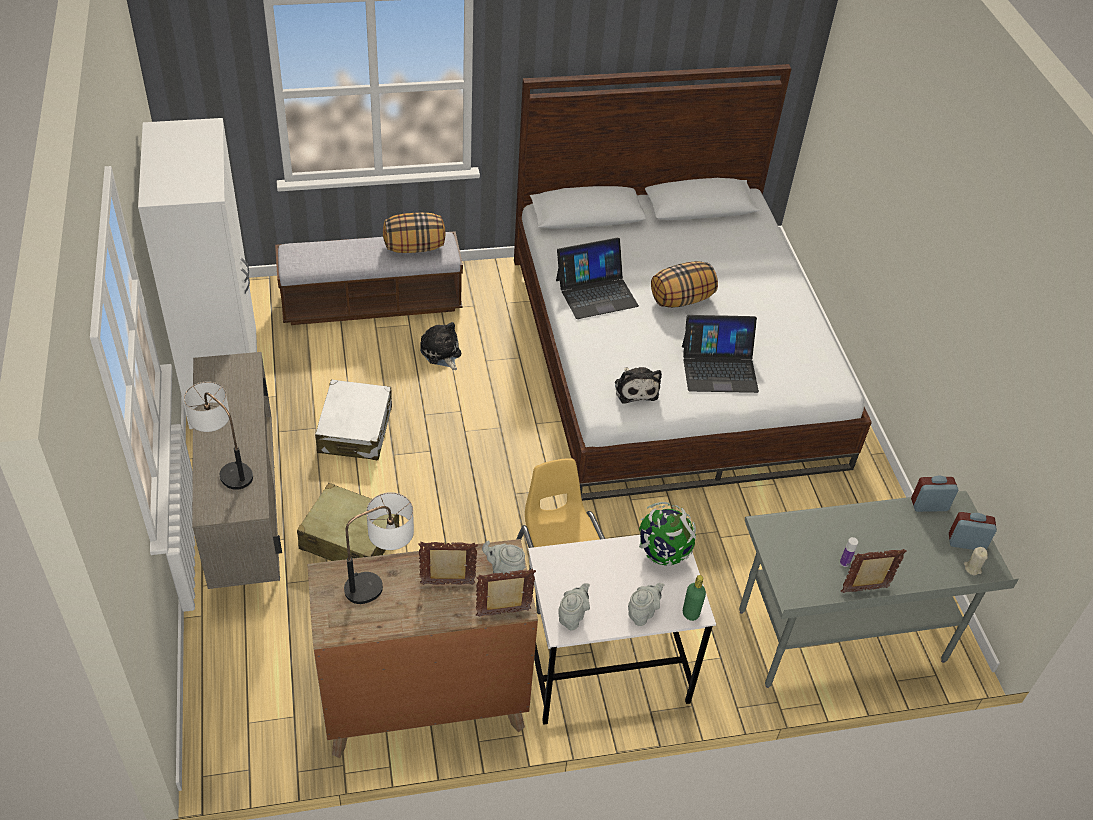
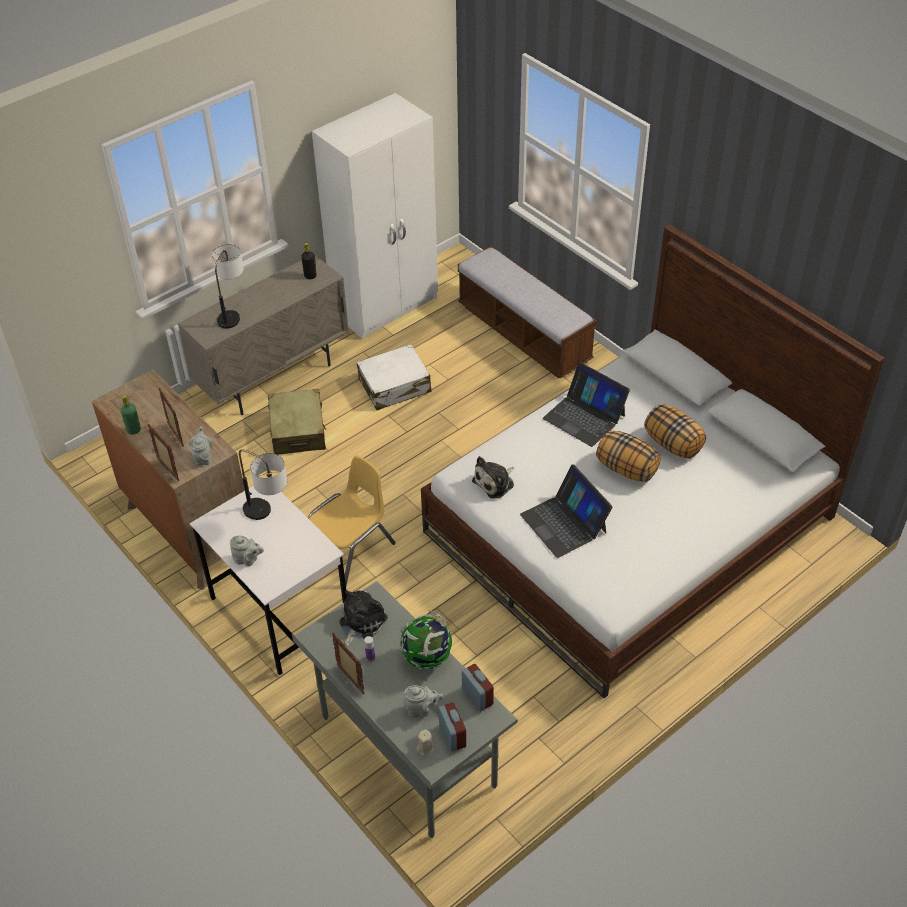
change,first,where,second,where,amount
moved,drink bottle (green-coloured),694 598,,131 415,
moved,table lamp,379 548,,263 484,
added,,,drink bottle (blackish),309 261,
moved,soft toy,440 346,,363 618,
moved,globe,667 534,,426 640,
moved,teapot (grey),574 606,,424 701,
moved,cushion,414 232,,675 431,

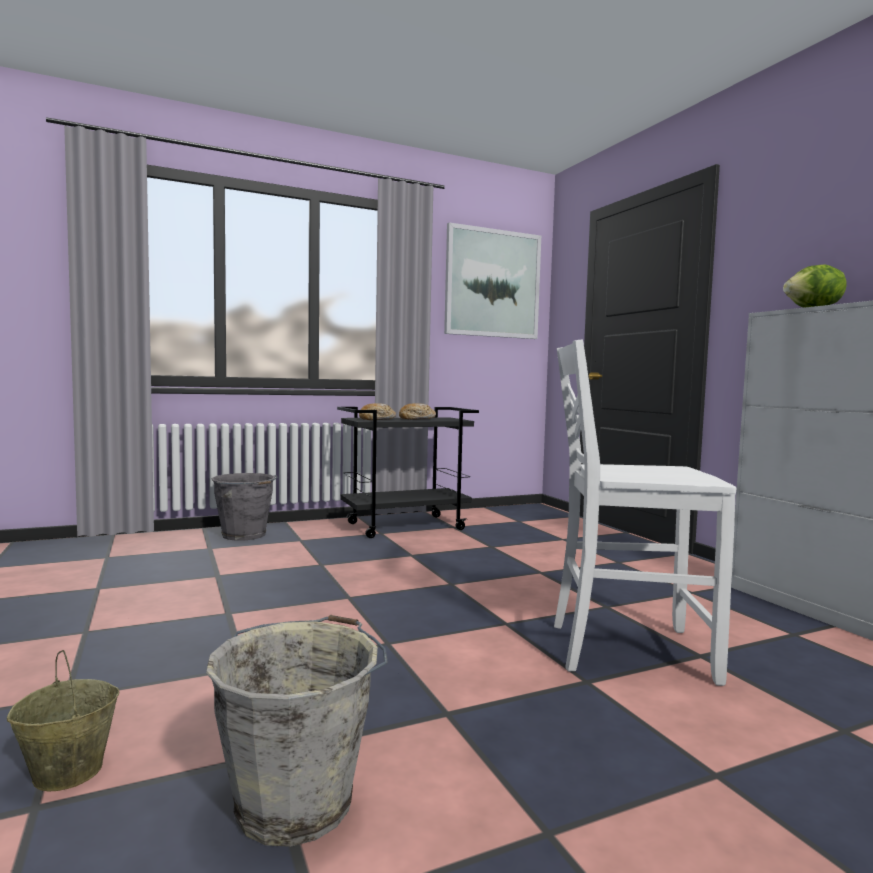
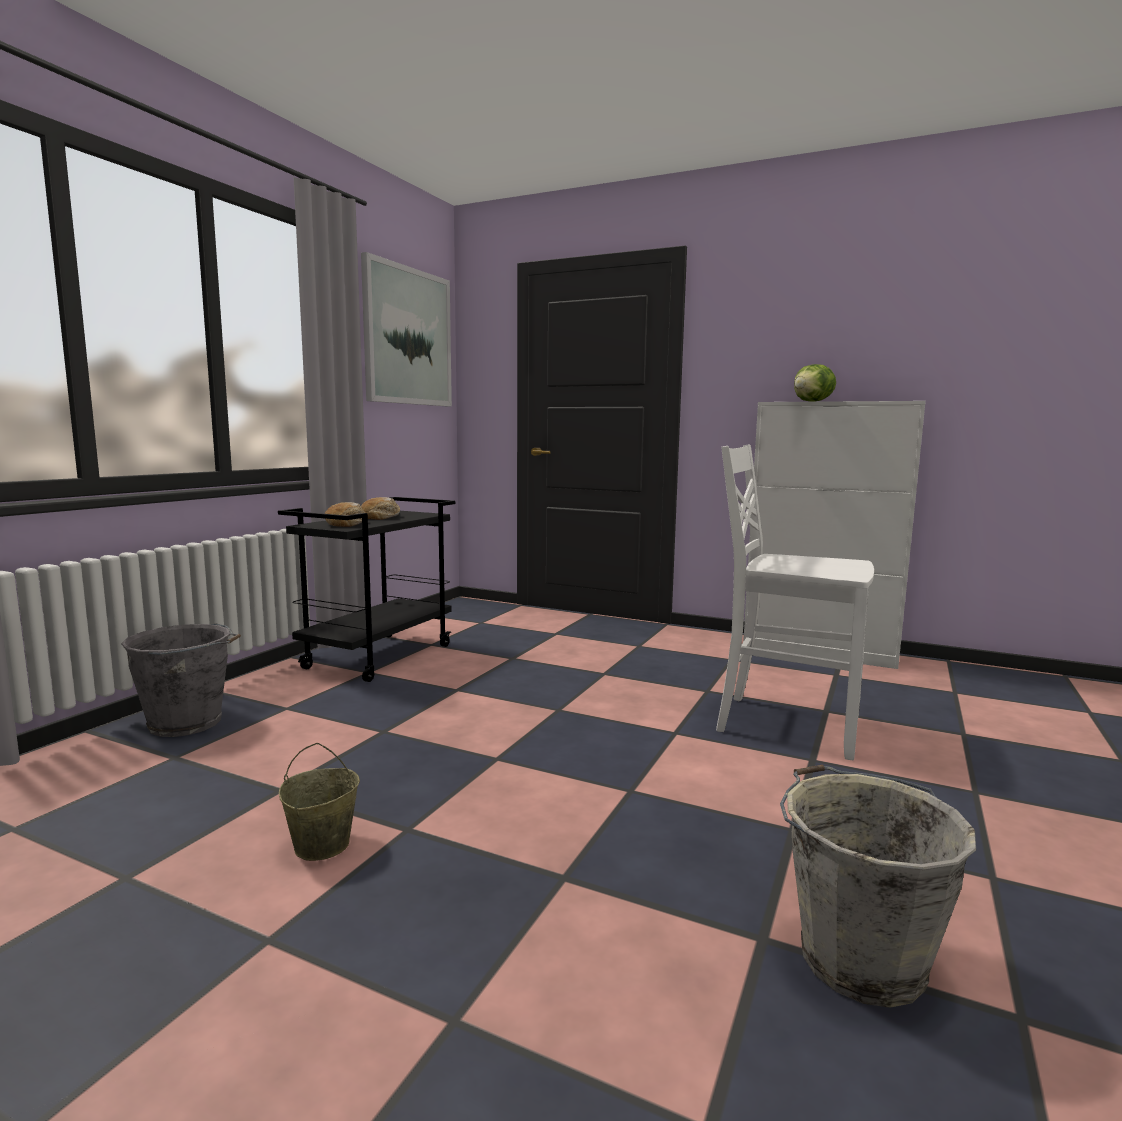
change,first,where,second,where,amount
moved,water bucket (sand-coloured),63 720,,319 802,
turned,plain chair (white-coloured),645 513,,795 602,60 degrees clockwise

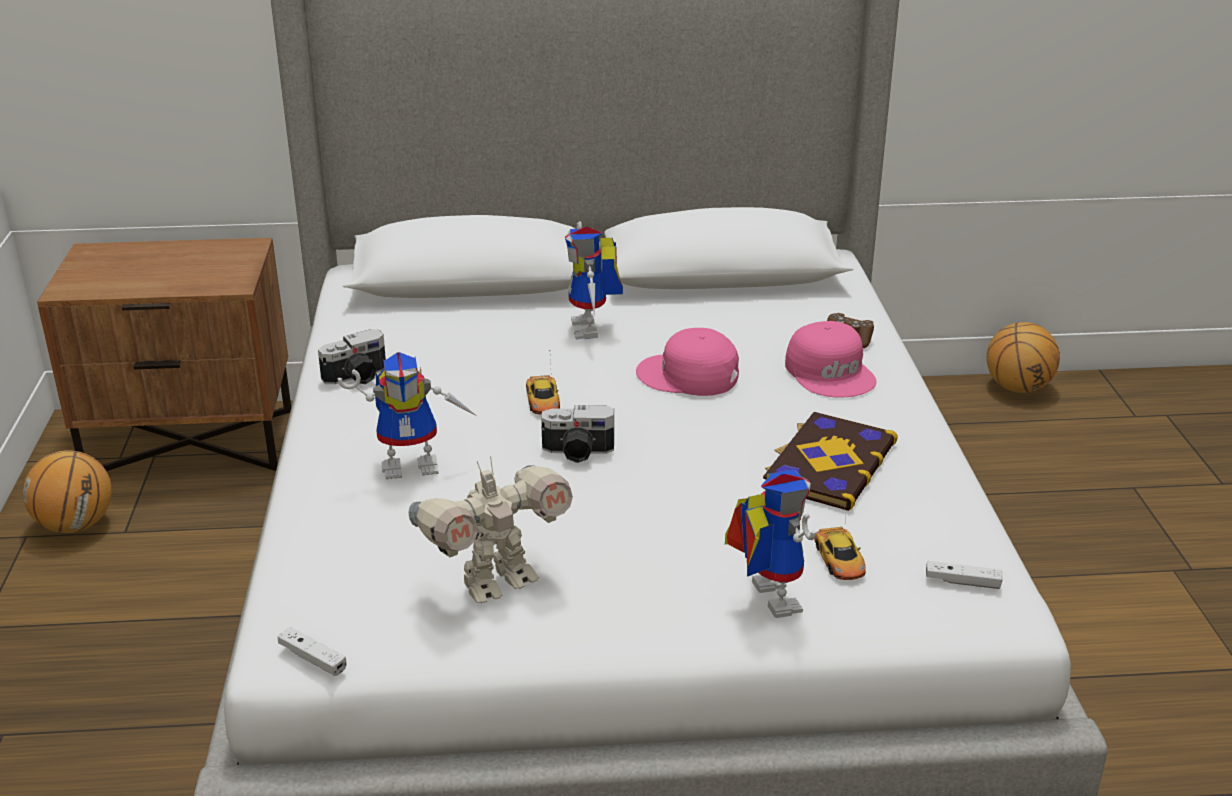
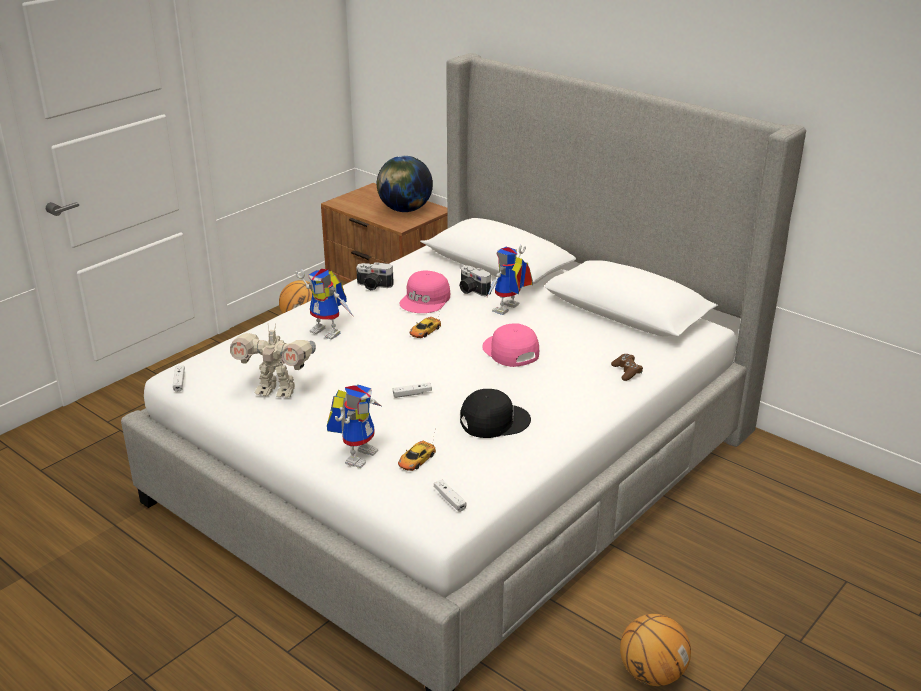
change,first,where,second,where,amount
added,,,globe,405 184,
added,,,game controller (white-coloured),412 390,
moved,cap (pink-coloured),830 359,,424 291,
moved,photo camera,577 434,,475 280,
replaced,bound book,830 461,cap (blackish),495 413,
moved,basketball,1023 357,,655 650,

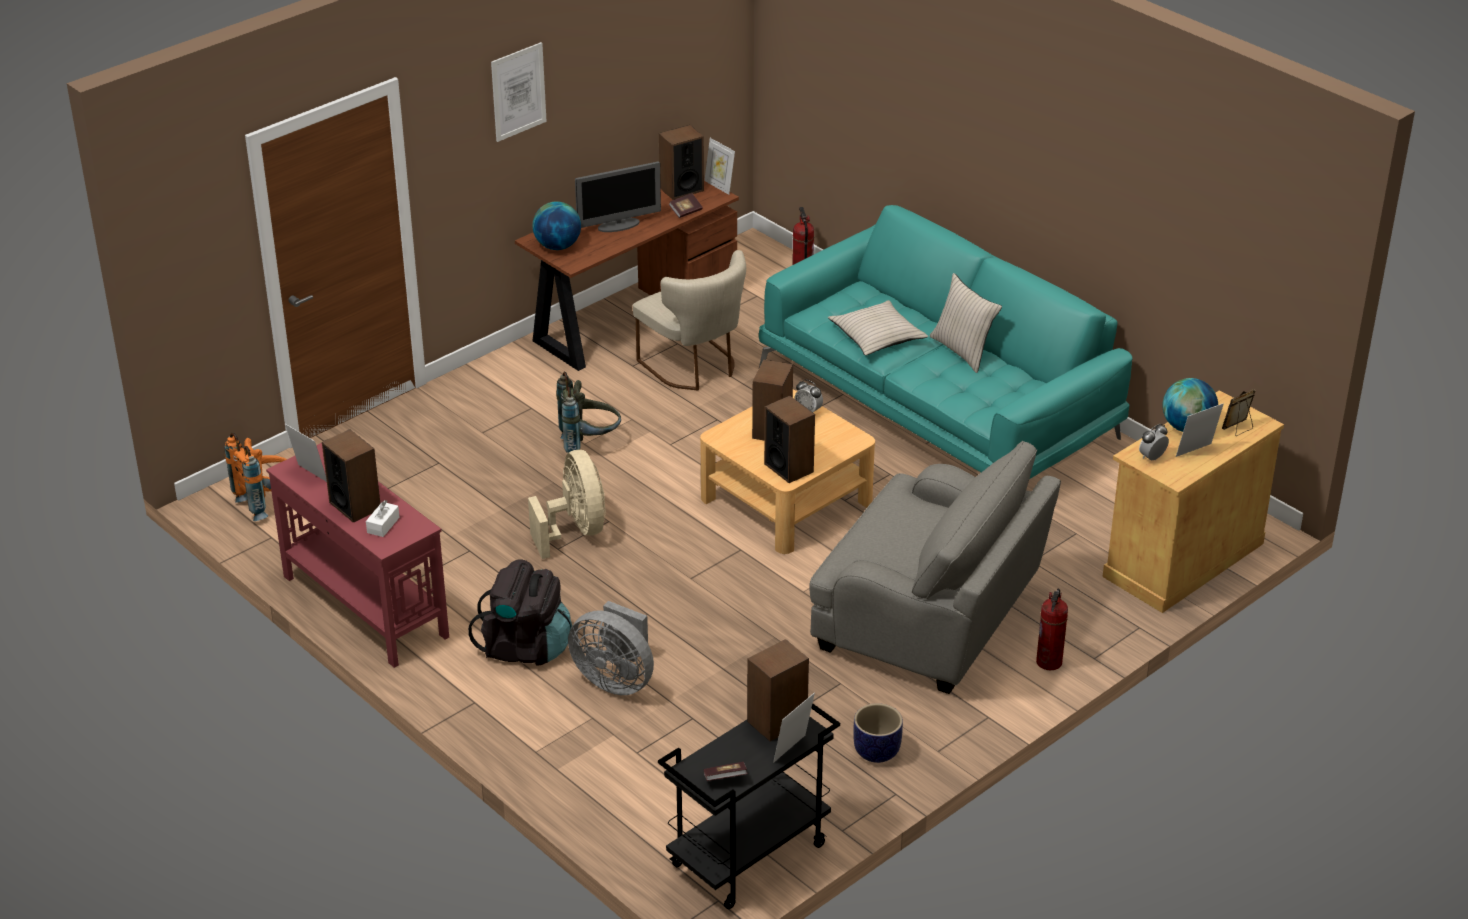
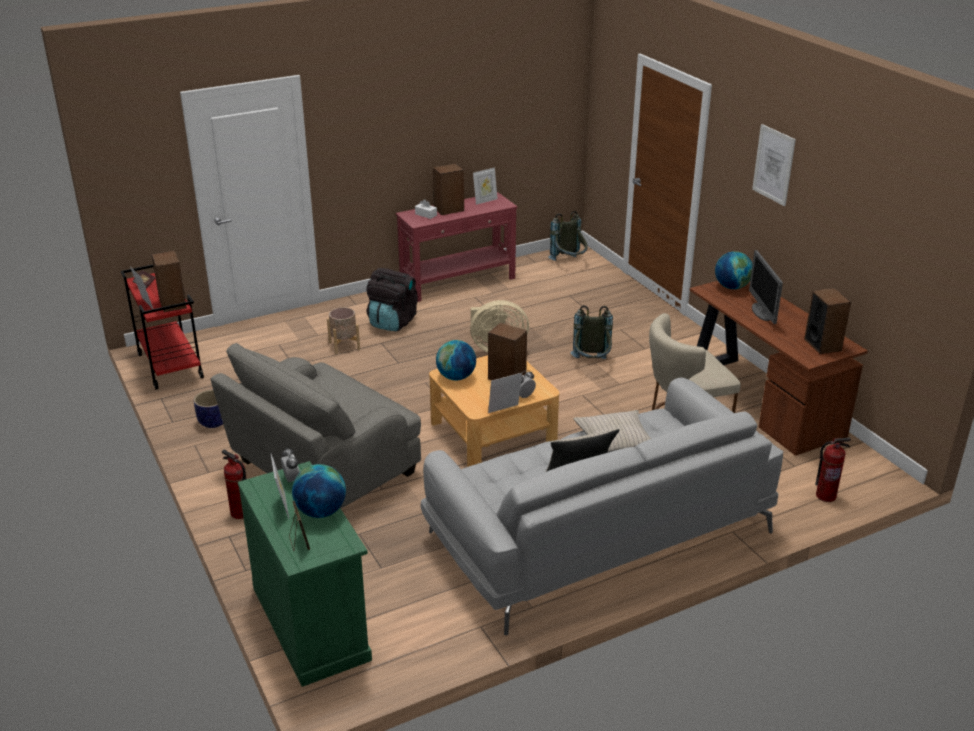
change,first,where,second,where,amount
recoloured,cart (blackish),749 806,cart (red),162 327,
recoloured,cupboard (sand-coloured),1193 501,cupboard (green-coloured),305 574,
replaced,cooling fan (grey),611 648,planter (sand-coloured),343 330,
recoloured,sofa (turquoise-coloured),946 342,sofa (grey),602 506,
replaced,loudspeaker,789 439,globe,456 360,
moved,photo frame,719 166,,505 393,
recoloured,rucksack (orange),255 477,rucksack (grey),568 236,
removed,bound book,685 205,,,

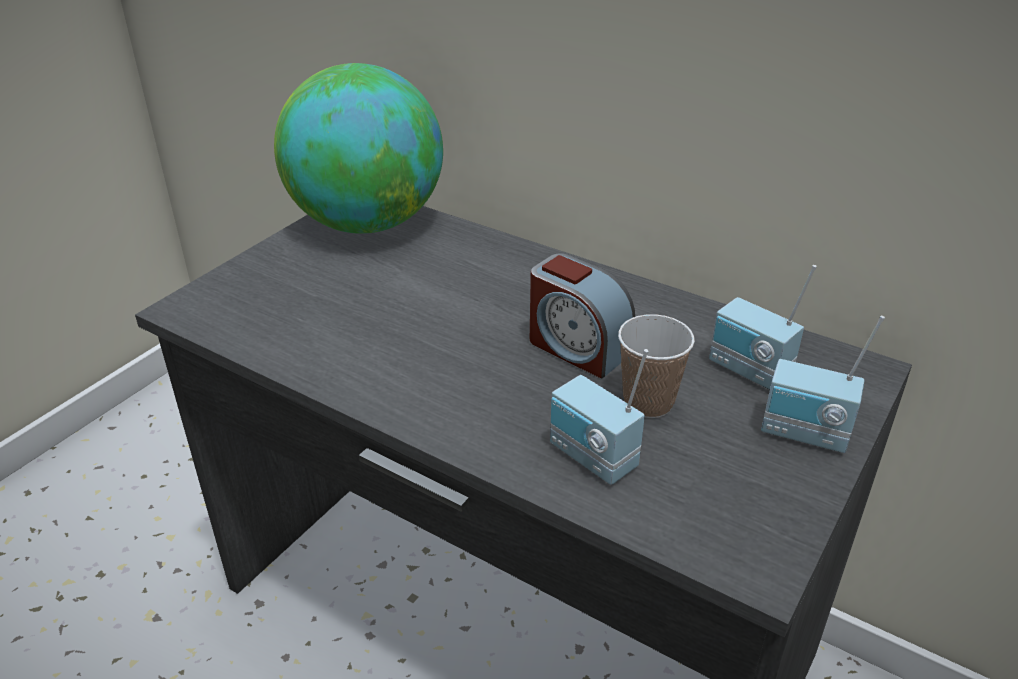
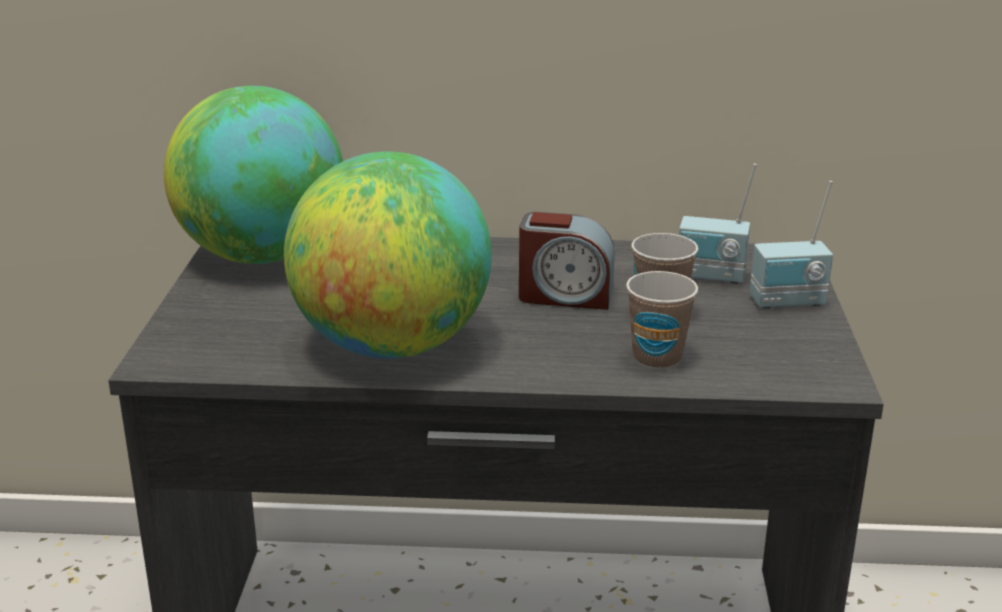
change,first,where,second,where,amount
added,,,globe,388 255,
replaced,radio,599 417,cup,662 320,

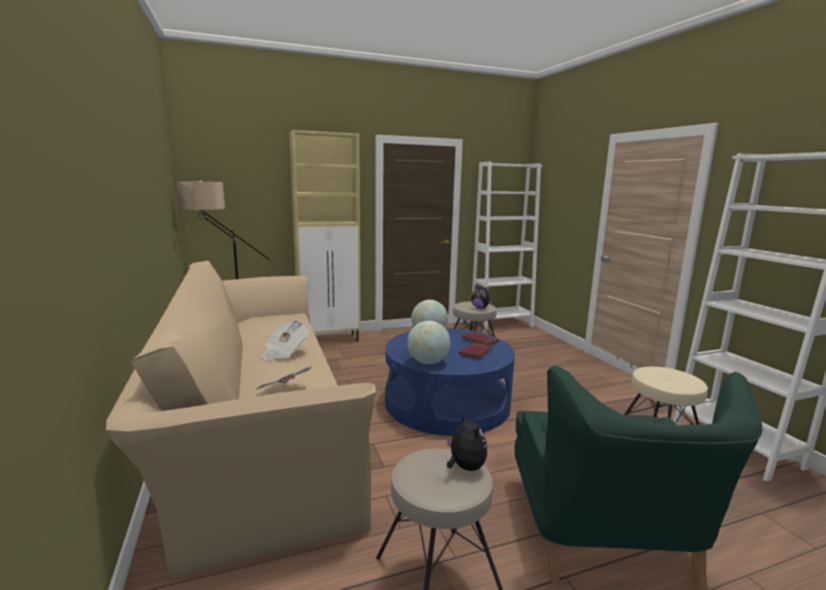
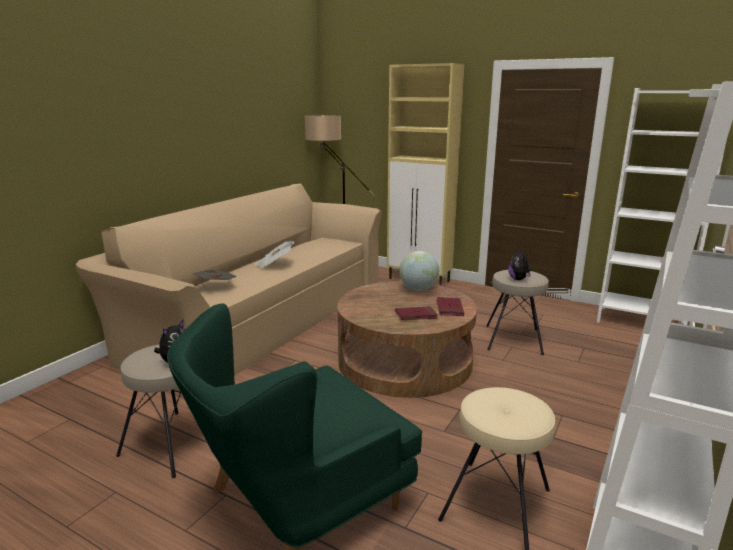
change,first,where,second,where,amount
recoloured,coffee table (blue-coloured),450 382,coffee table (brown-coloured),407 339,
removed,globe,429 342,,,

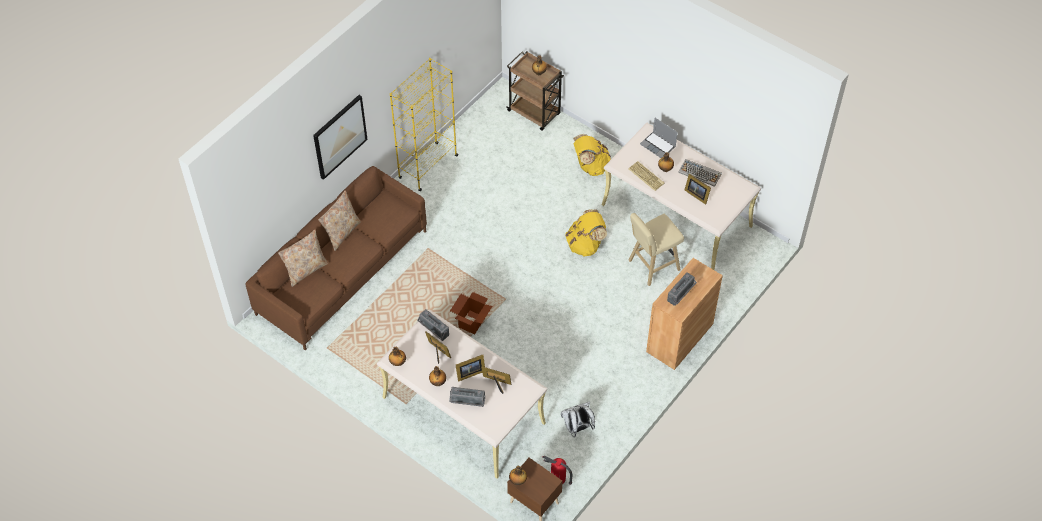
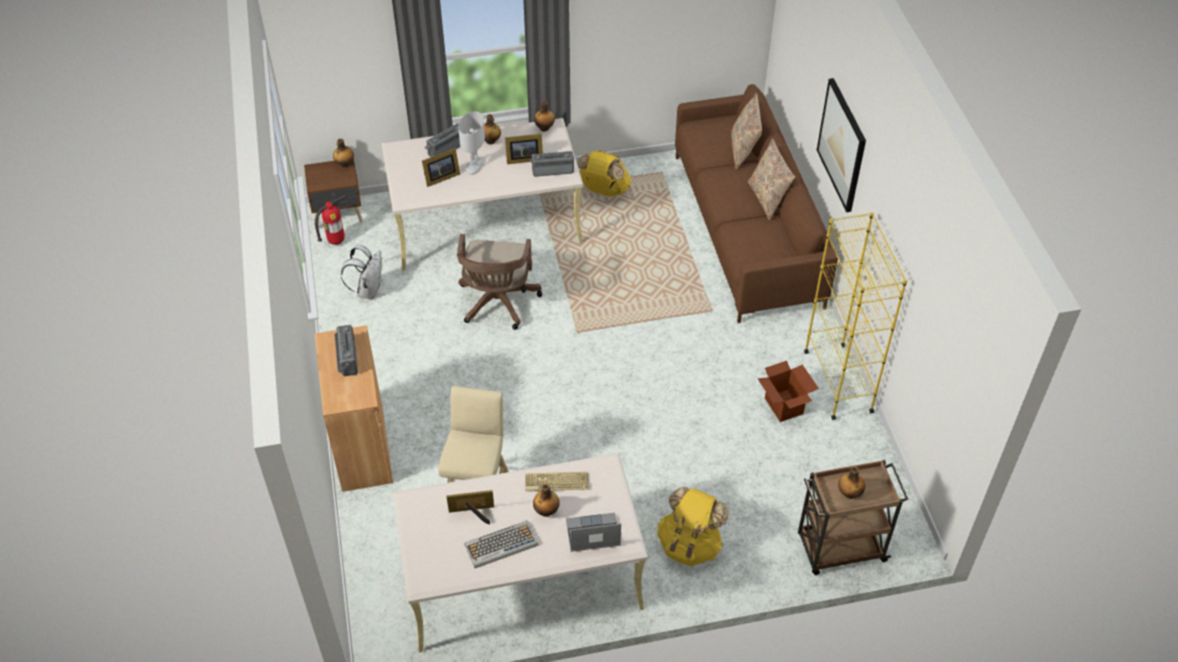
change,first,where,second,where,amount
added,,,desk chair (brown-coloured),499 282,
replaced,photo frame,470 368,table lamp (white-coloured),471 143,
moved,rucksack (yellow),586 233,,604 174,
moved,carton,471 313,,788 391,

